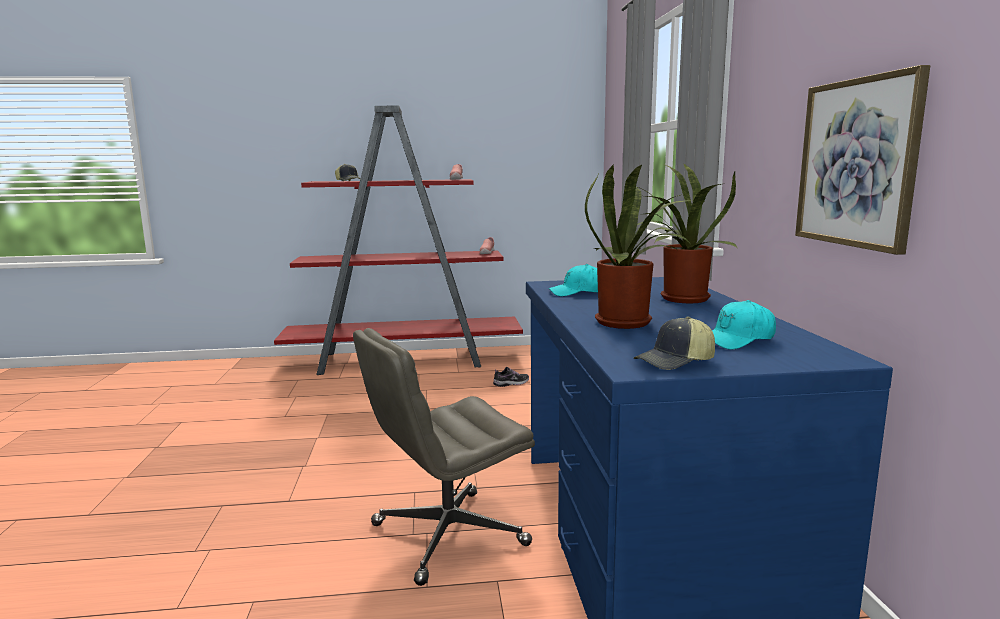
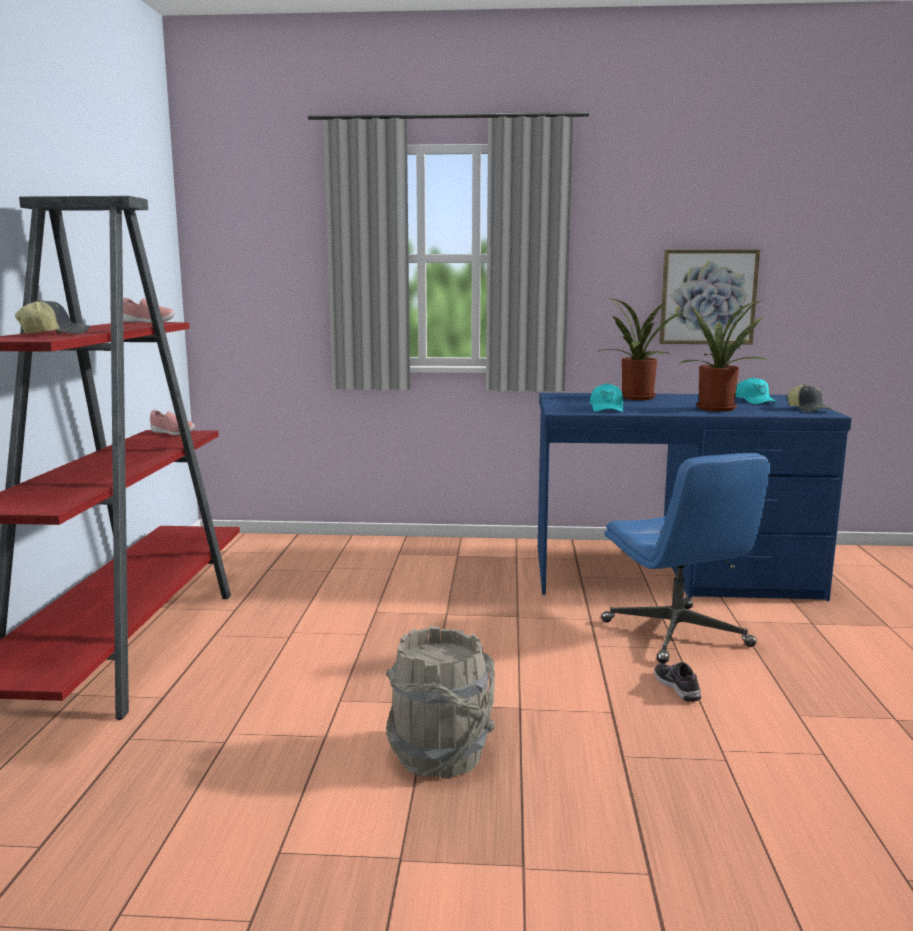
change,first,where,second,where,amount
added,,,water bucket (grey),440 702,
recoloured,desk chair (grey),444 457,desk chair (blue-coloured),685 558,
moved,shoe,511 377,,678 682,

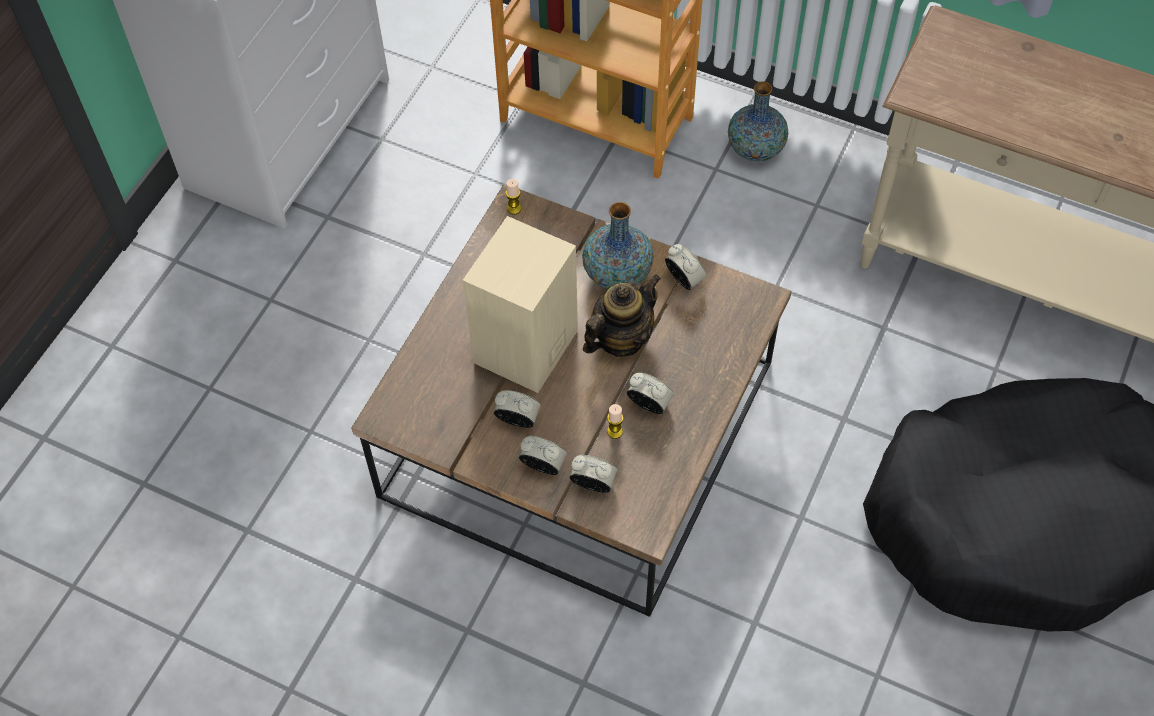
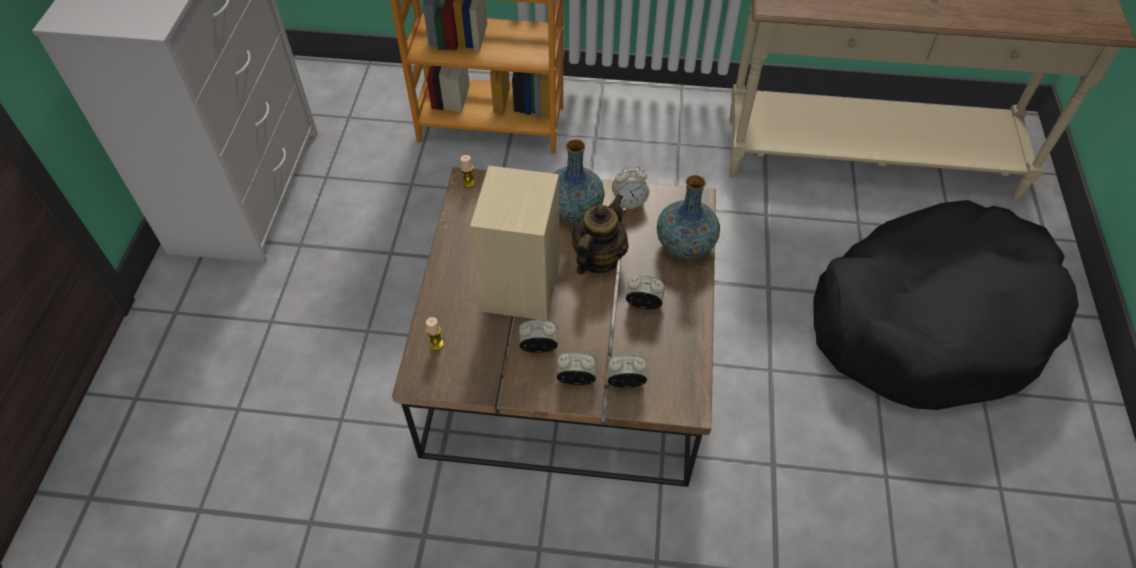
change,first,where,second,where,amount
moved,candle,615 421,,435 334,
turned,alarm clock,686 267,,630 187,135 degrees clockwise
moved,vase,758 121,,688 217,

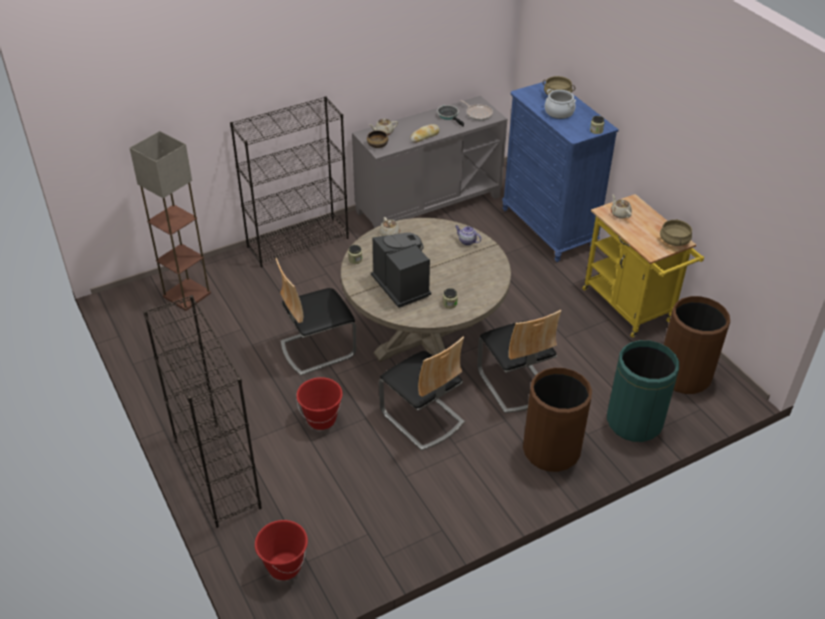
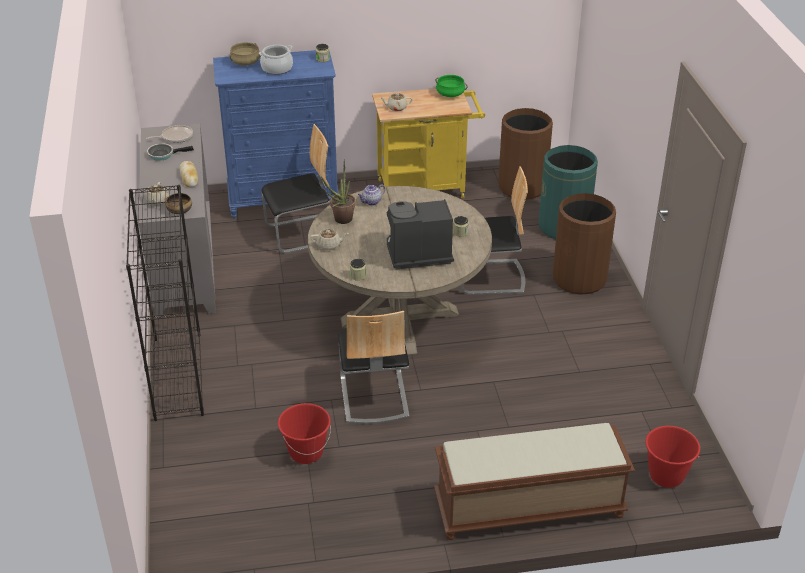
change,first,where,second,where,amount
moved,plain chair,422 393,,296 188,
moved,water bucket (red),319 403,,304 433,
added,,,plant in a pot,338 191,
replaced,shelving unit (blackish),202 411,bench (brown-coloured),534 481,
recoloured,stockpot (sand-coloured),676 232,stockpot (green-coloured),451 86,
removed,standing lamp,170 221,,,

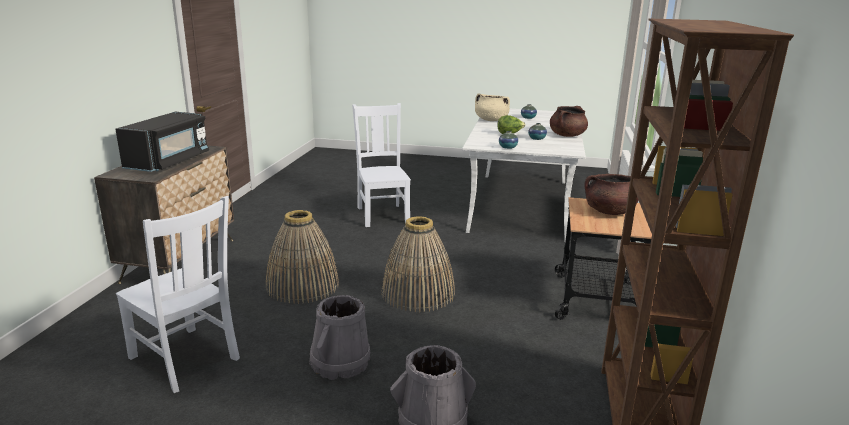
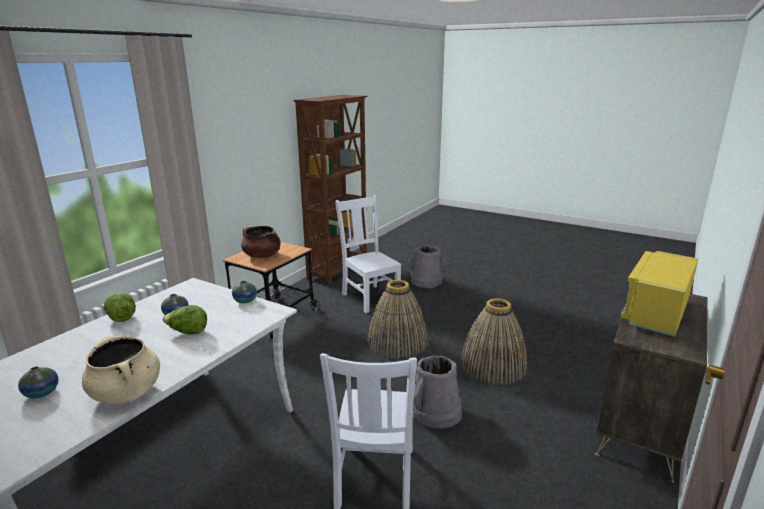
change,first,where,second,where,amount
replaced,stockpot (brown-coloured),569 121,lettuce,120 307,
moved,plain chair (white-coloured),178 294,,368 253,
moved,water bucket (grey),339 337,,437 392,
recoloured,kitchen microwave (blackish),162 142,kitchen microwave (yellow),659 294,

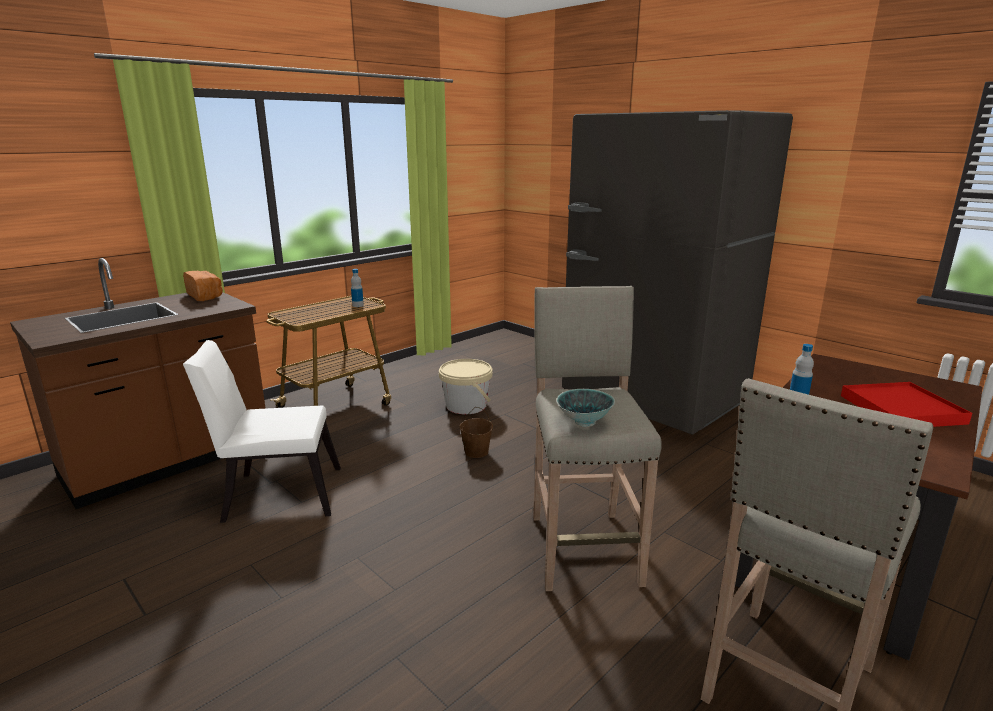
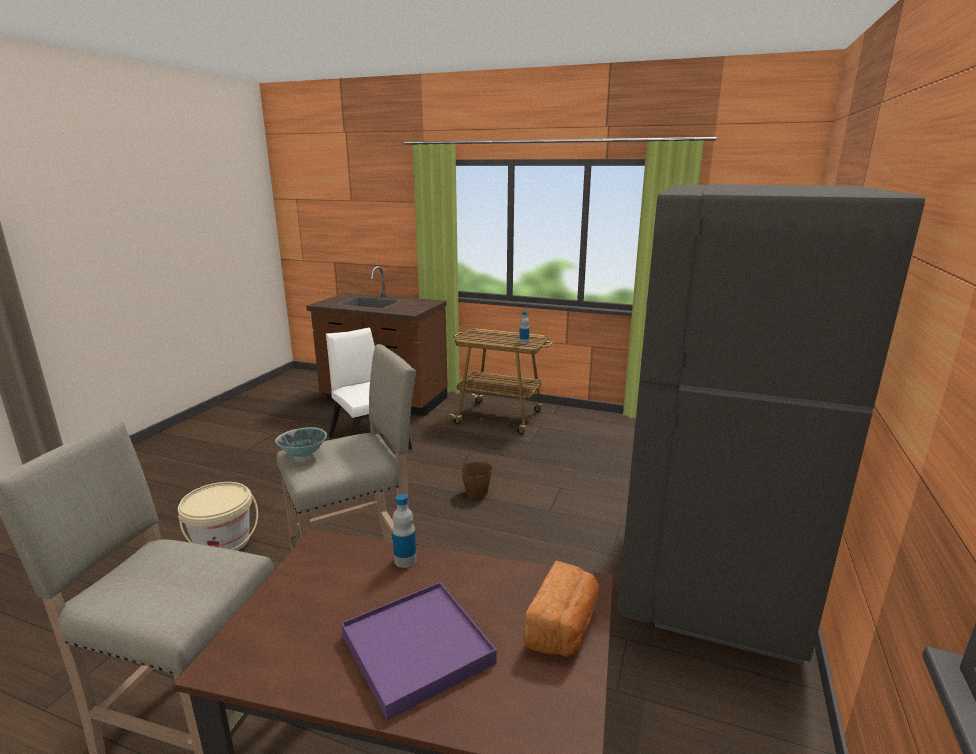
change,first,where,second,where,amount
moved,water bucket (sand-coloured),466 386,,218 516,
recoloured,carrying tray (red),906 404,carrying tray (purplish),419 651,
moved,bread,203 286,,561 609,

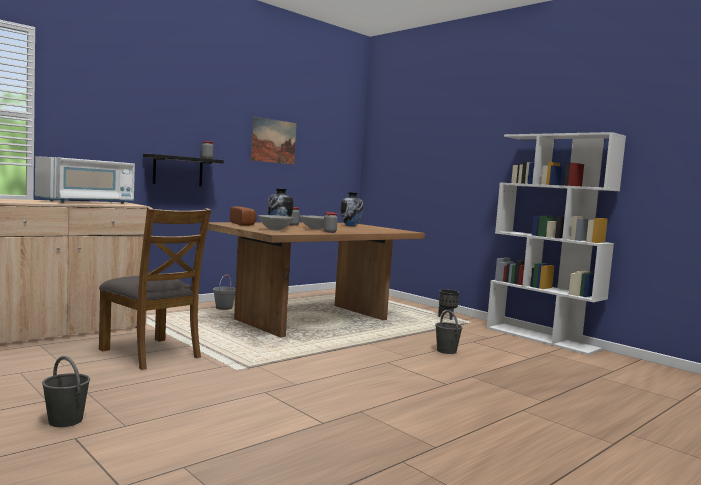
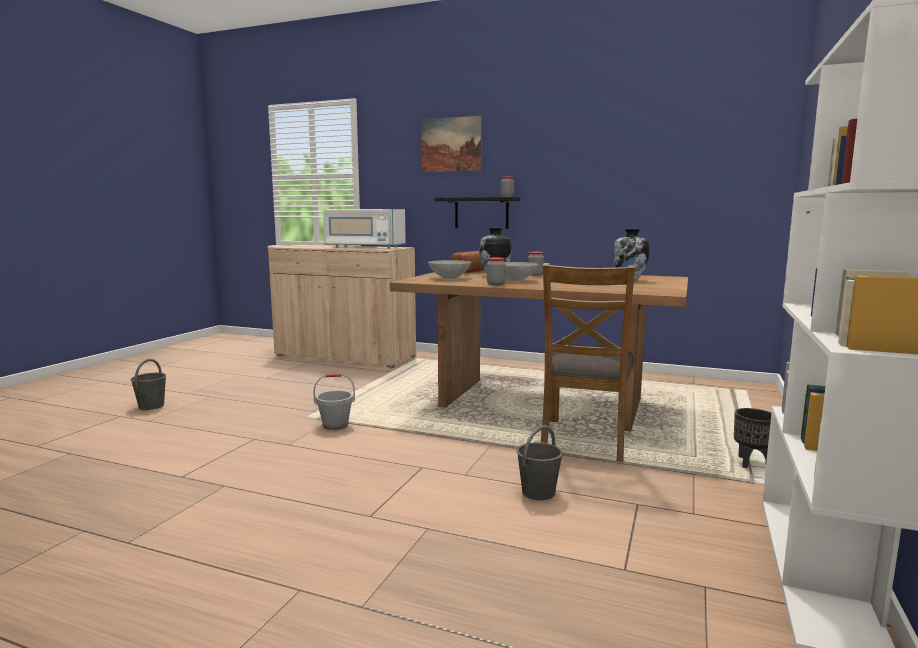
change,first,where,second,where,amount
moved,water bucket (grey),224 292,,334 402,
moved,wall art,274 140,,451 144,
moved,plain chair (brown-coloured),155 288,,588 362,

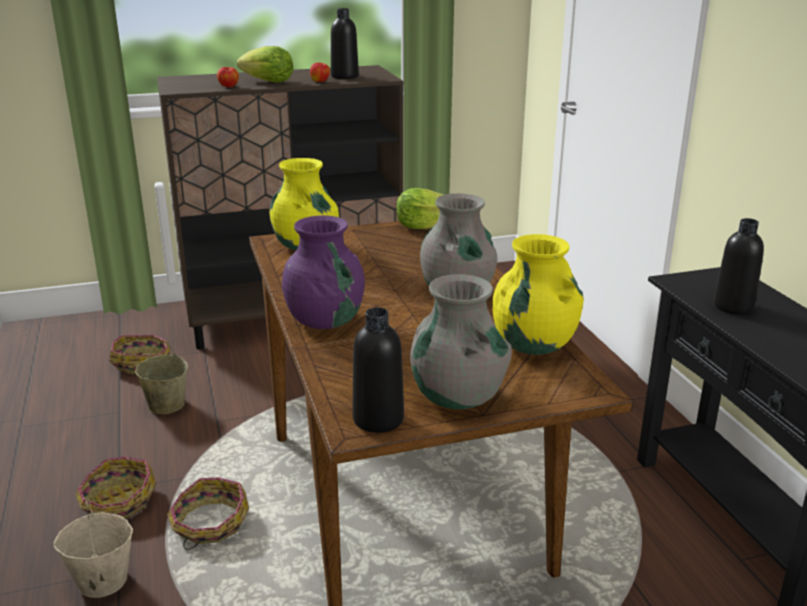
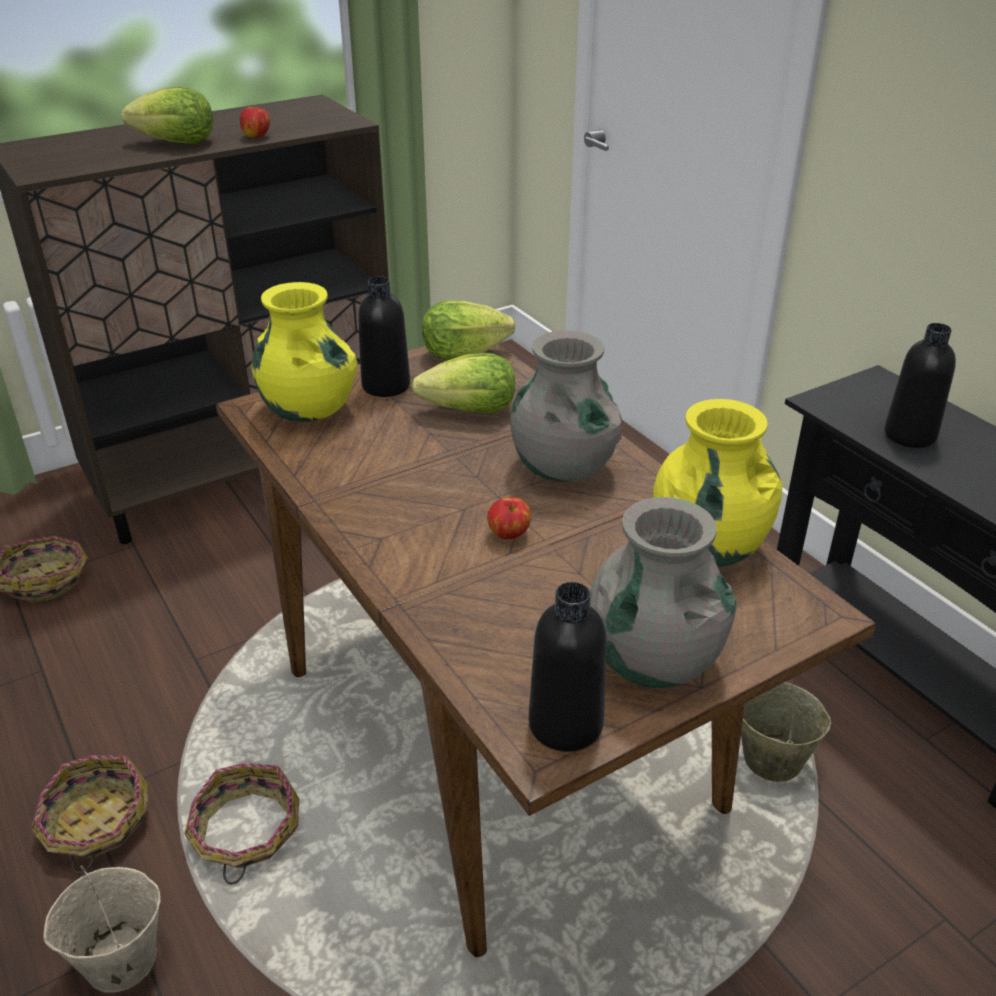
change,first,where,second,where,amount
moved,drink bottle (blackish),345 43,,384 336,
added,,,lettuce,463 383,
moved,apple fruit,228 77,,509 518,
moved,water bucket (sand-coloured),161 377,,786 730,
removed,vase (purplish),323 272,,,

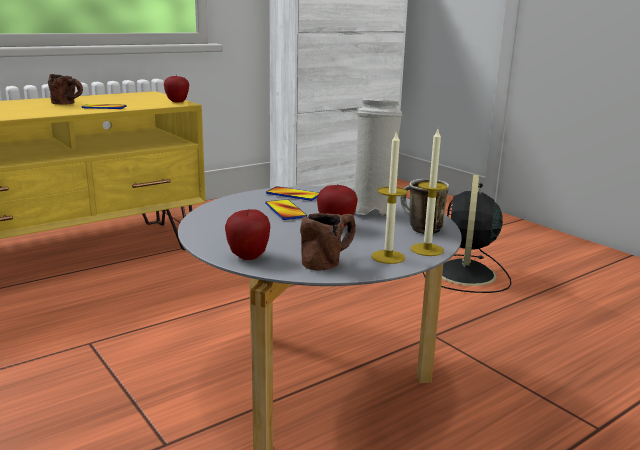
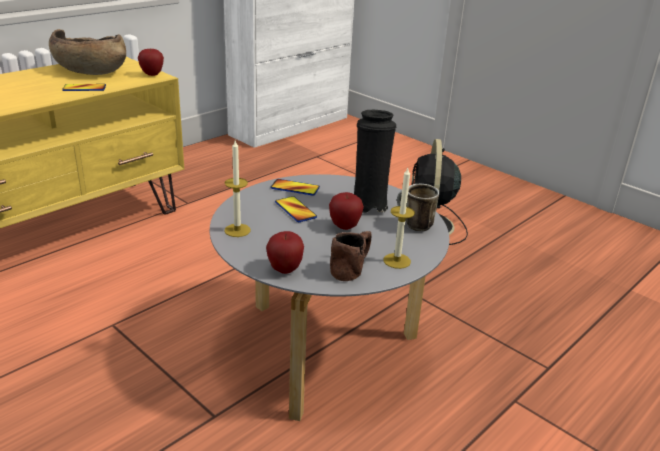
change,first,where,second,where,amount
added,,,bowl (brown-coloured),87 52,
moved,candle,429 192,,237 189,
recoloured,vase (white-coloured),379 157,vase (blackish),375 161,
removed,coffee mug (brown-coloured),65 89,,,

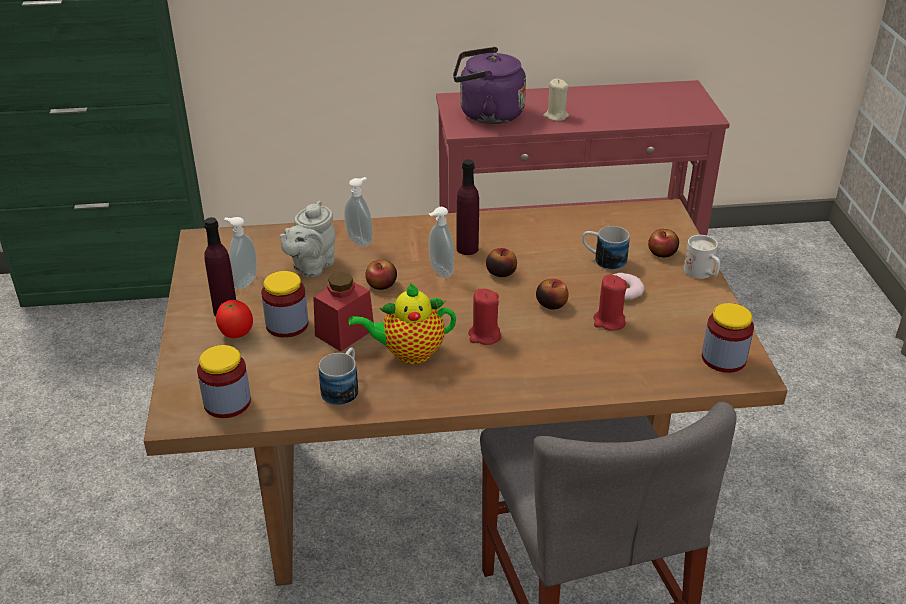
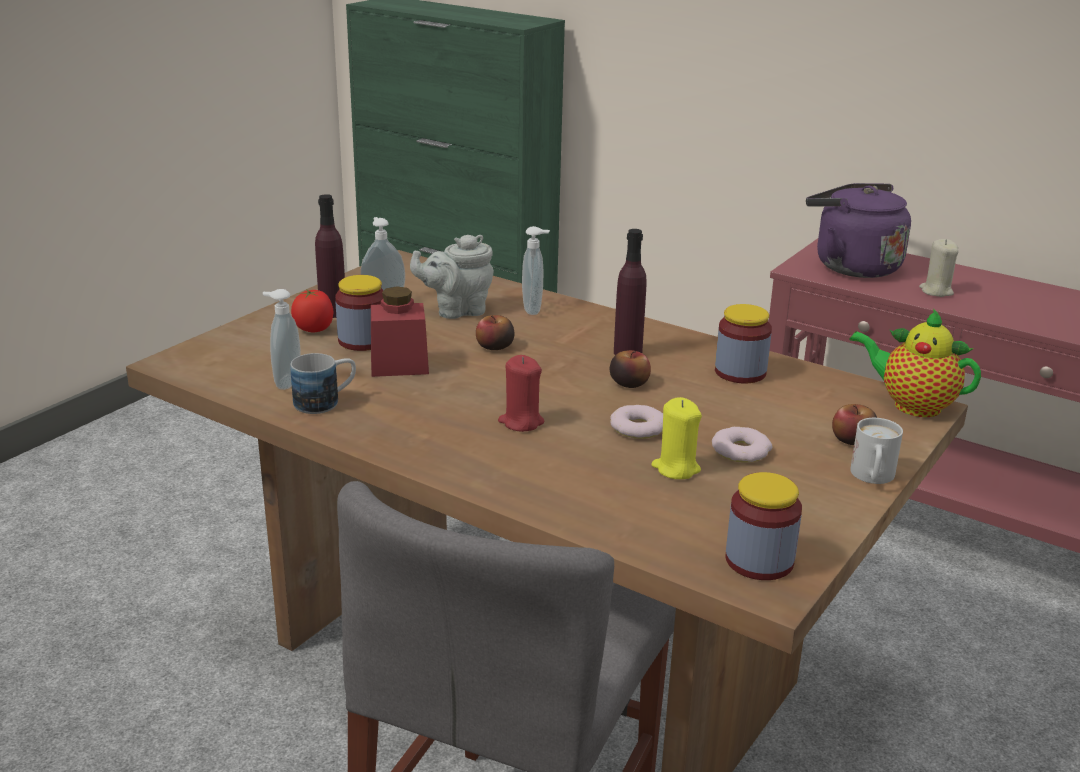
change,first,where,second,where,amount
moved,liquid soap bottle,441 242,,282 339,
replaced,apple fruit,552 294,doughnut,636 422,
recoloured,candle (red),610 303,candle (yellow),676 438,
moved,preserve jar,224 381,,743 343,
moved,teapot,402 323,,915 362,
removed,coffee mug,606 248,,,

